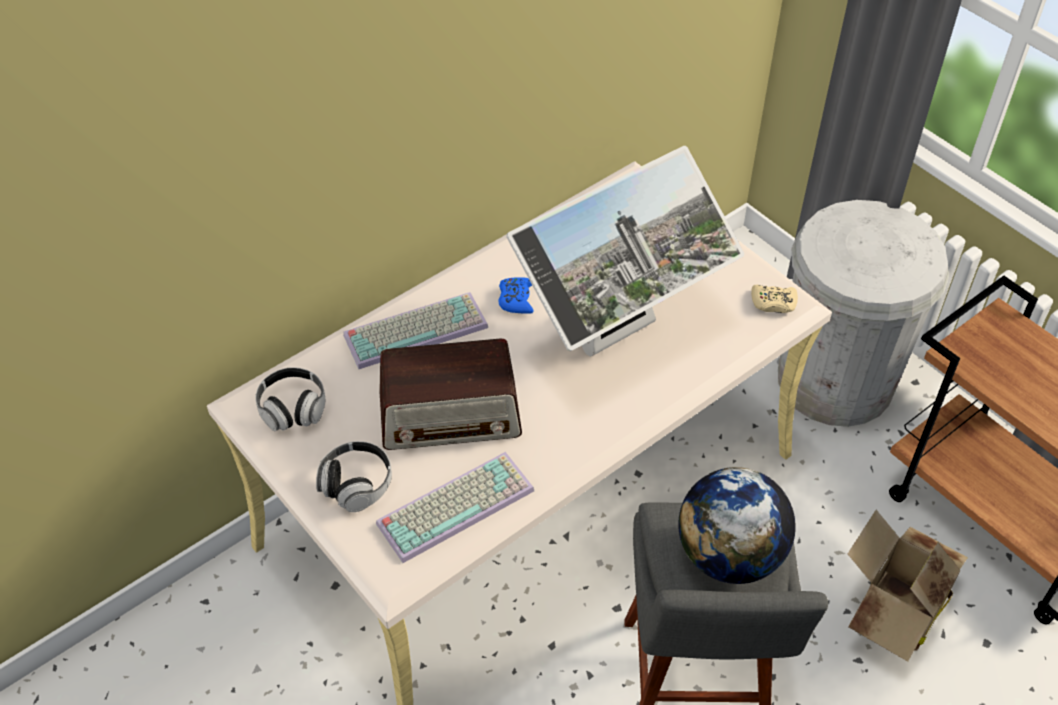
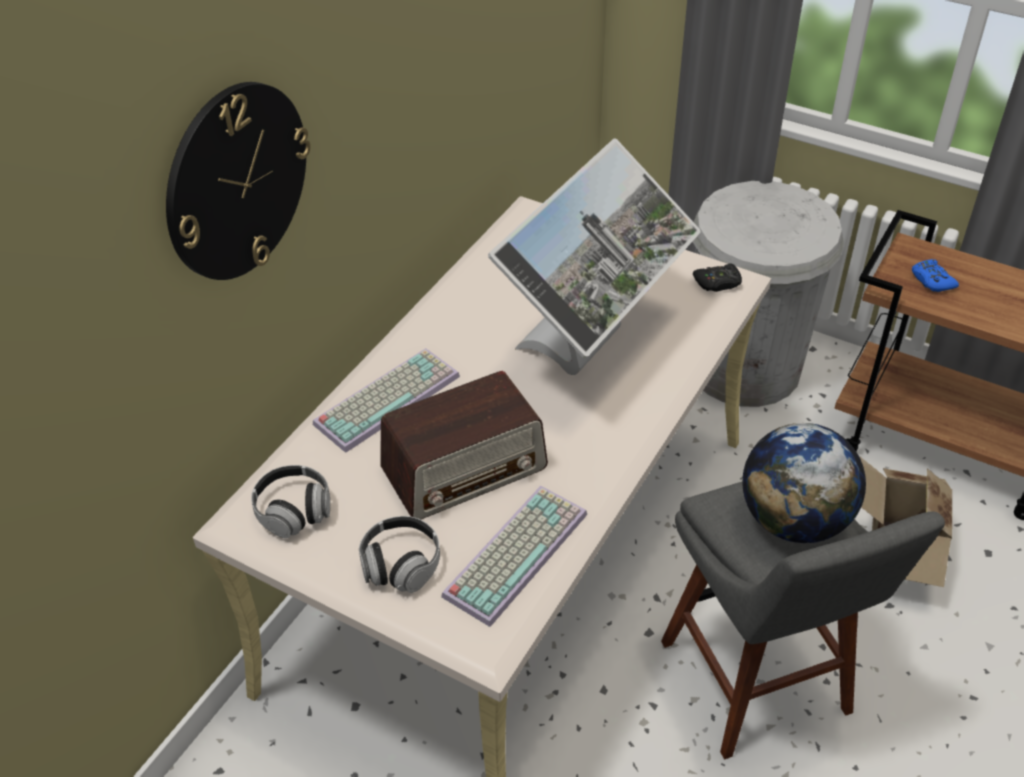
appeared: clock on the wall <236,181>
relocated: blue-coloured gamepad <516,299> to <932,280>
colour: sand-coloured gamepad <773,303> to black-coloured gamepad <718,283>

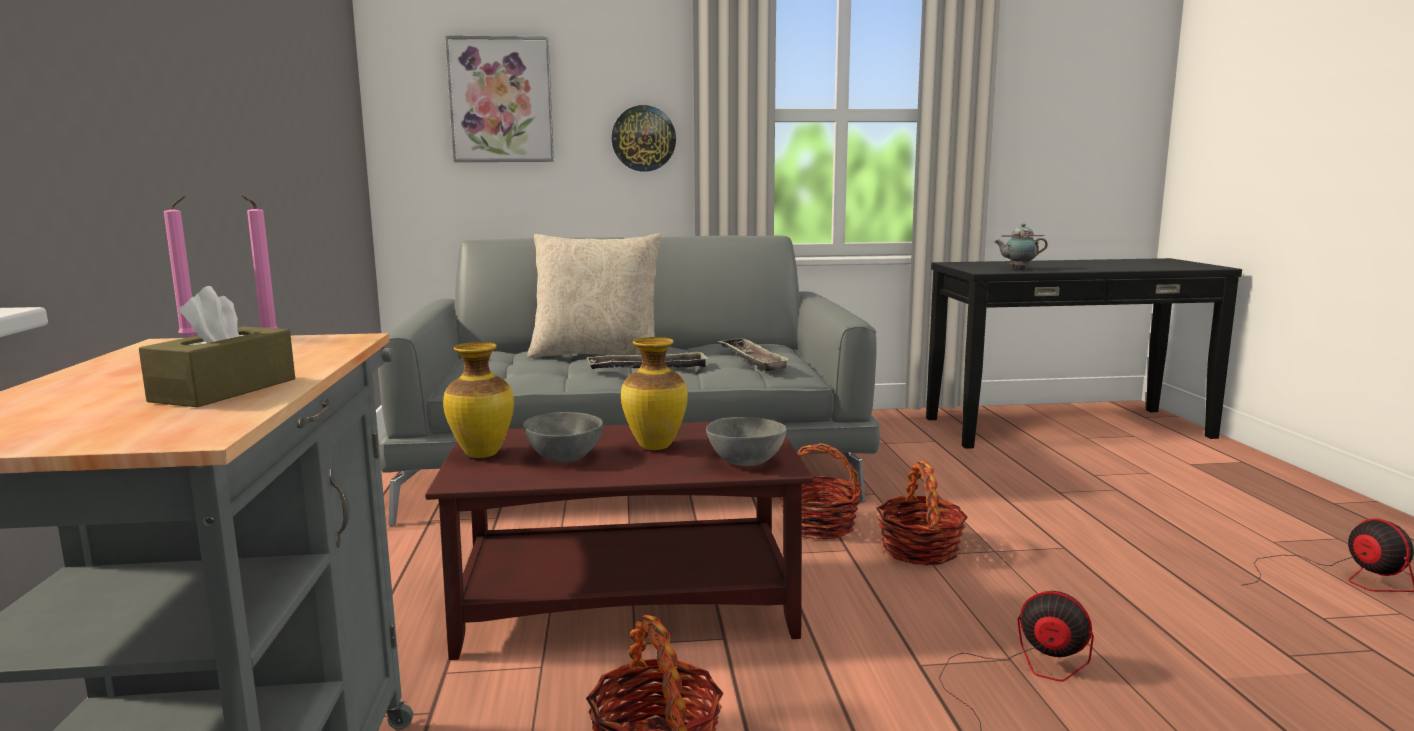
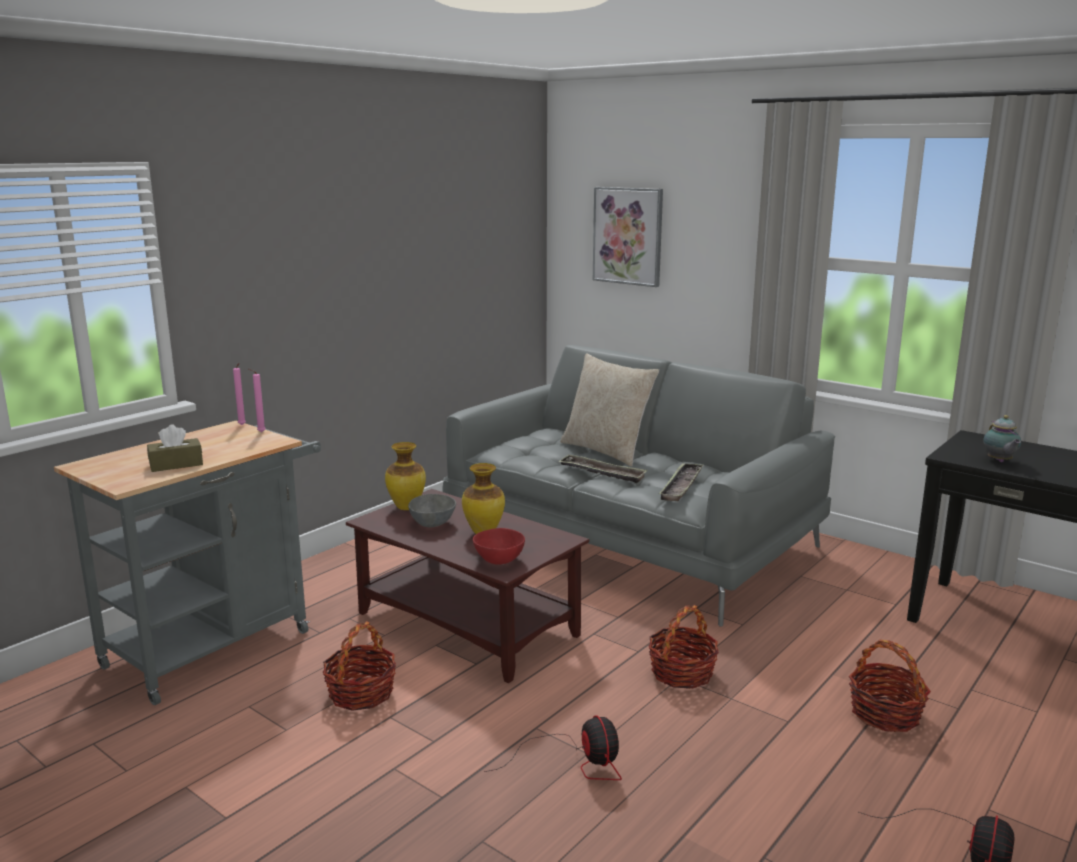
missing: clock on the wall <643,138>
relocated: basket <818,526> to <885,714>
colour: gray deep dish <746,463> to red-coloured deep dish <498,561>
spun: teapot <1018,269> = <999,461> 135 degrees counterclockwise

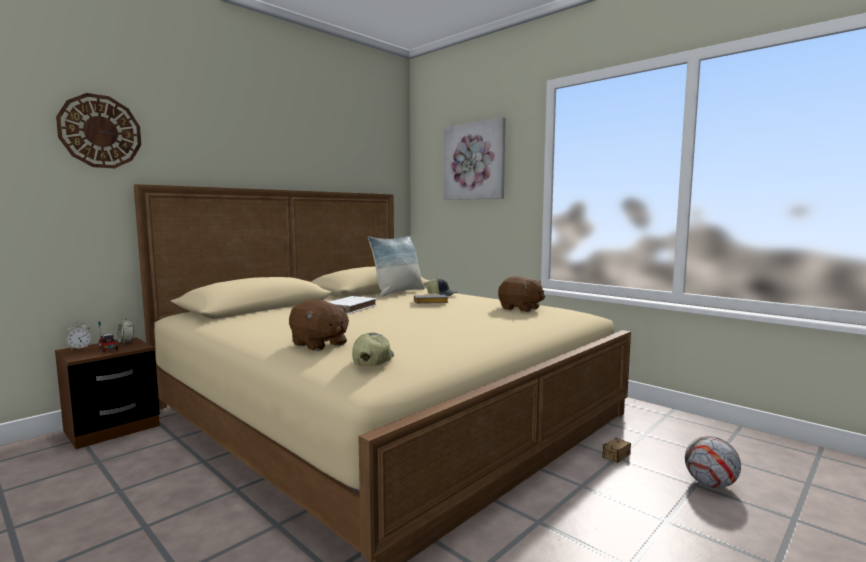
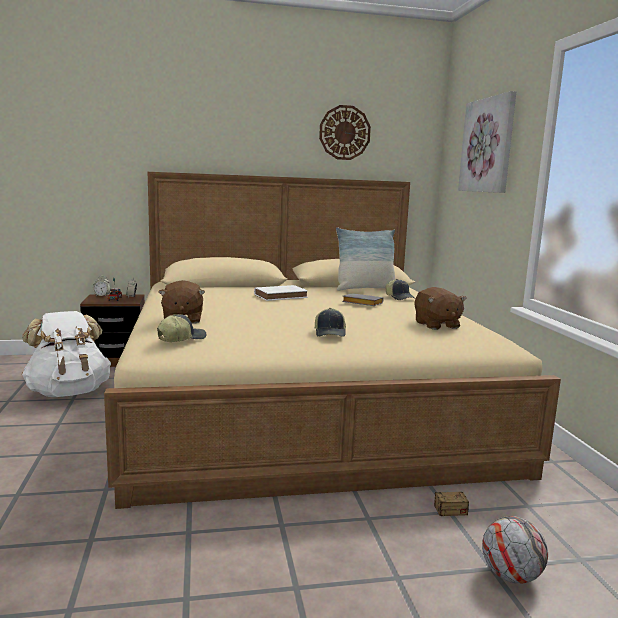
appeared: white rucksack <69,392>; baseball cap <330,333>
relocated: clock on the wall <100,131> to <344,132>

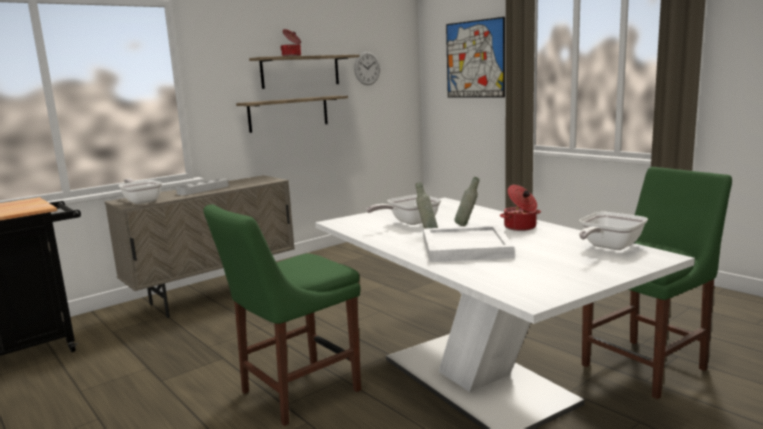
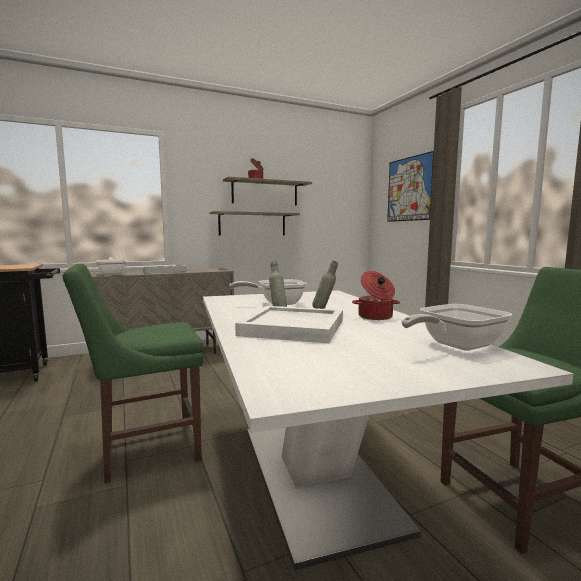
missing: clock on the wall <367,68>

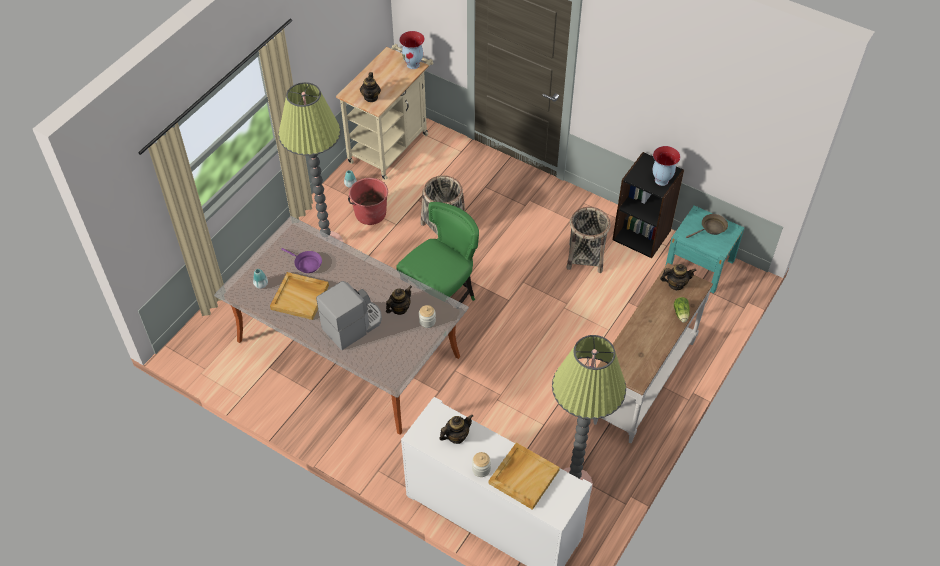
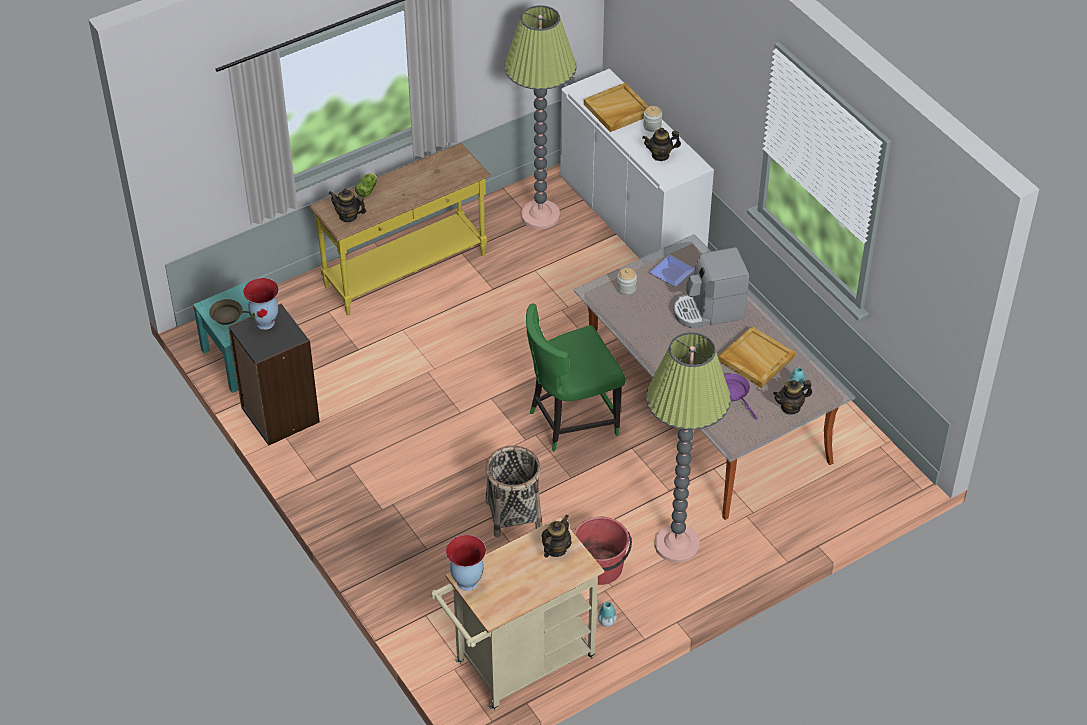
missing: basket <585,257>
appeared: dinner plate <670,272>
relocated: teapot <399,308> to <790,407>
colour: white hall table <643,381> to yellow hall table <406,272>

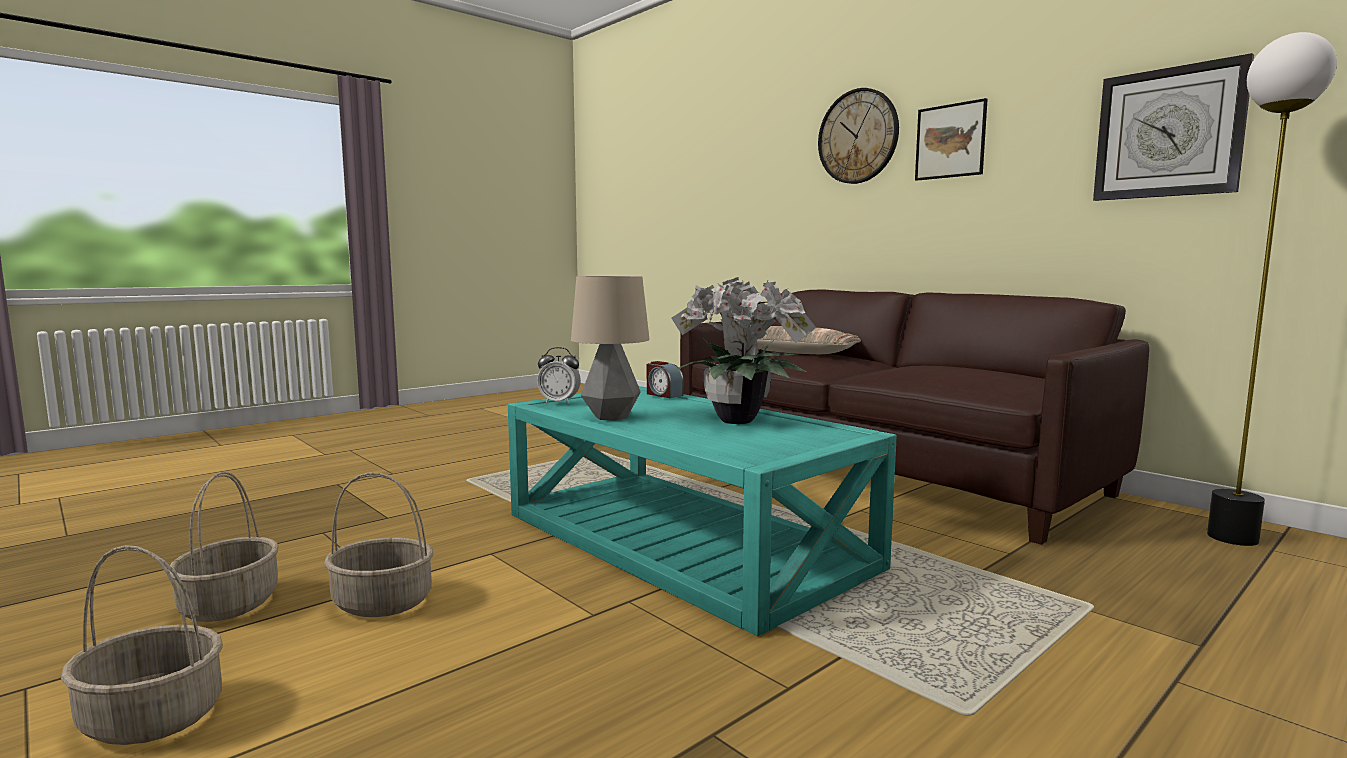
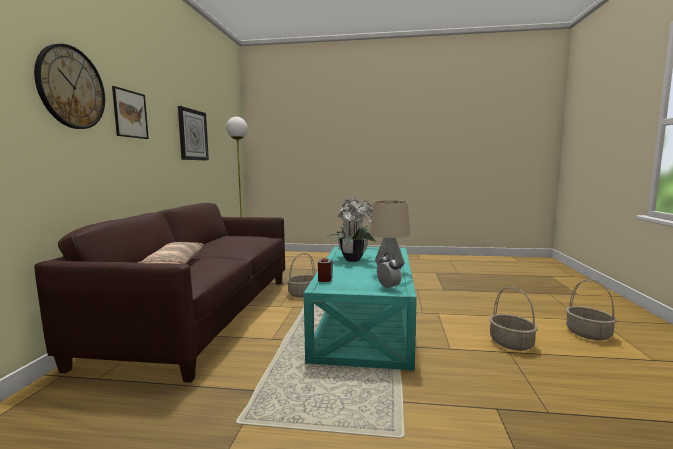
relocated: basket <230,605> to <303,294>

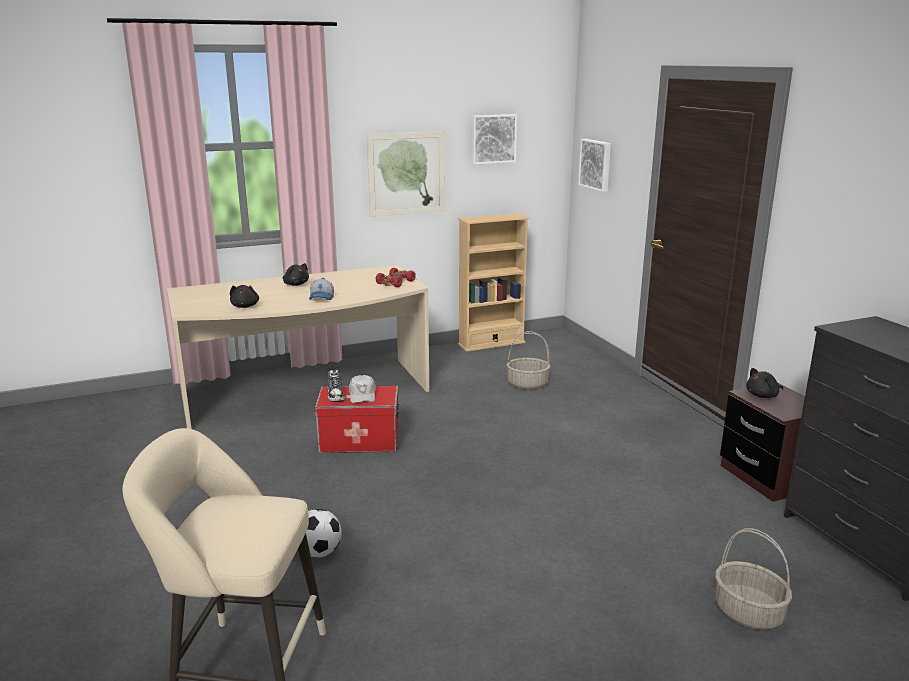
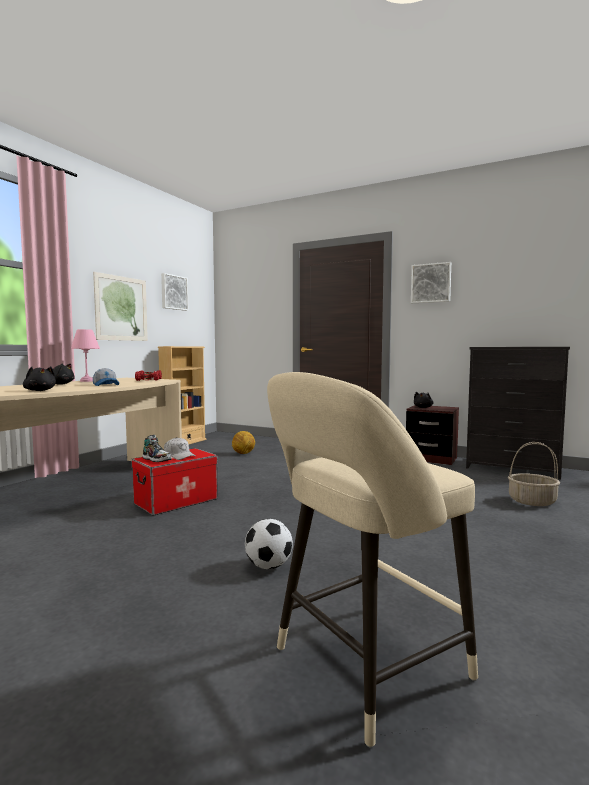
appeared: pink-coloured lamp for a table <86,381>
relocated: wall picture <596,164> to <431,283>
exchanged: basket <528,384> to ball for football <243,453>

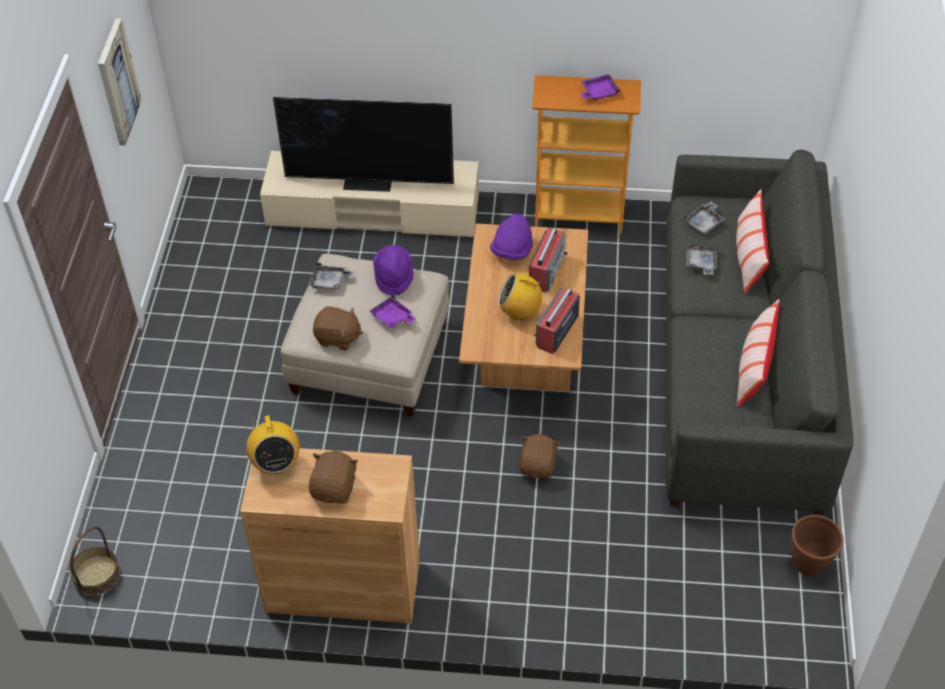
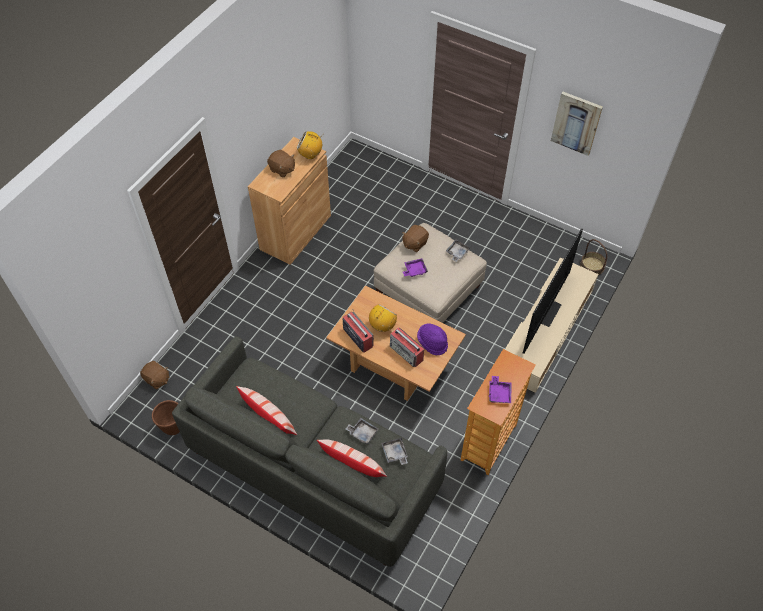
missing: purple wearable hat <393,277>
relocated: basket <97,575> to <592,266>; brown-coloured plush toy <538,466> to <157,379>

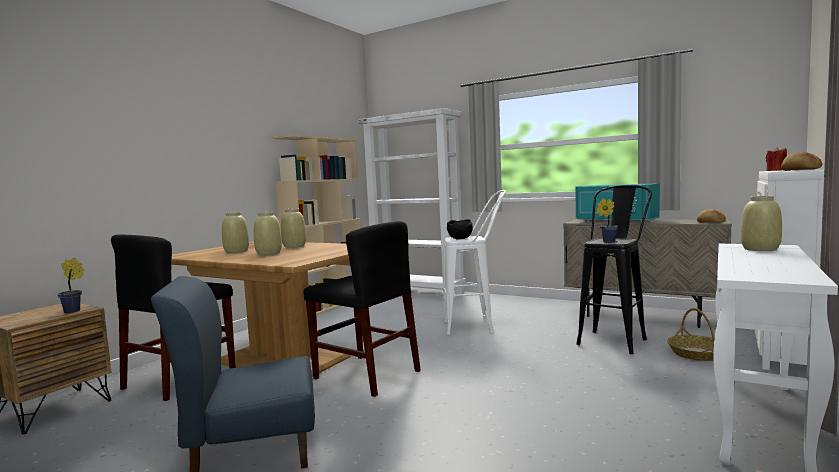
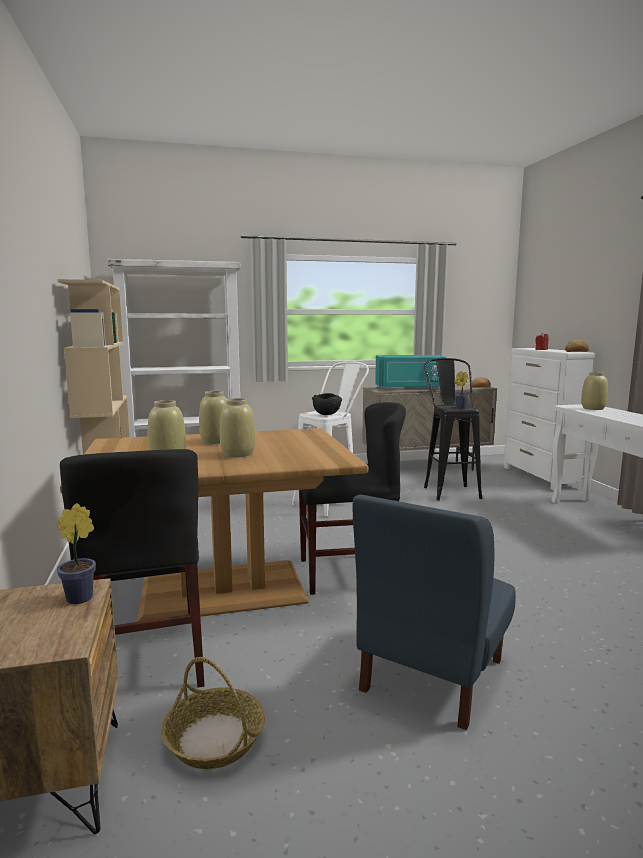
relocated: basket <696,354> to <214,739>

